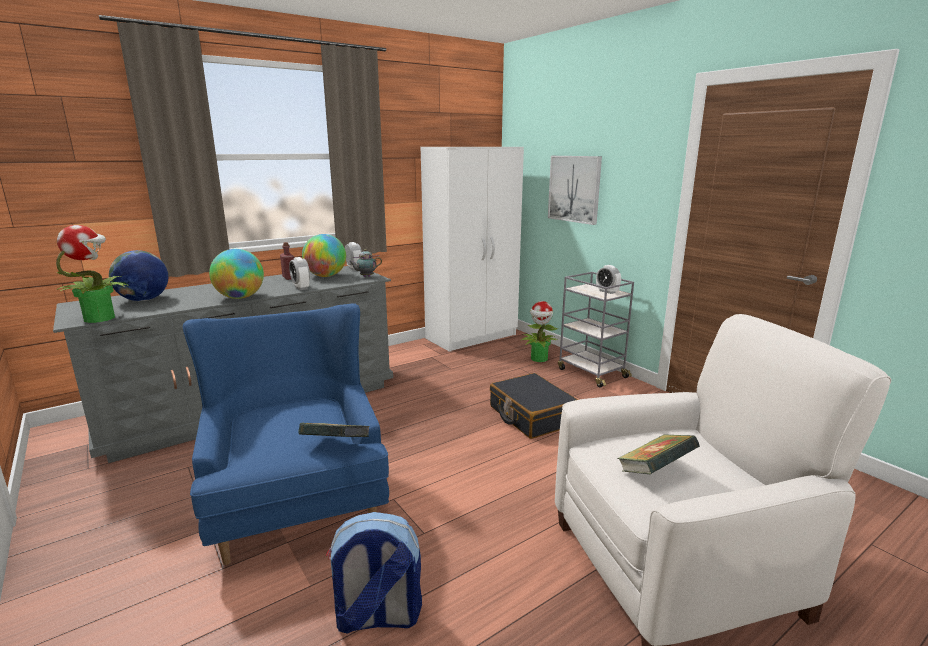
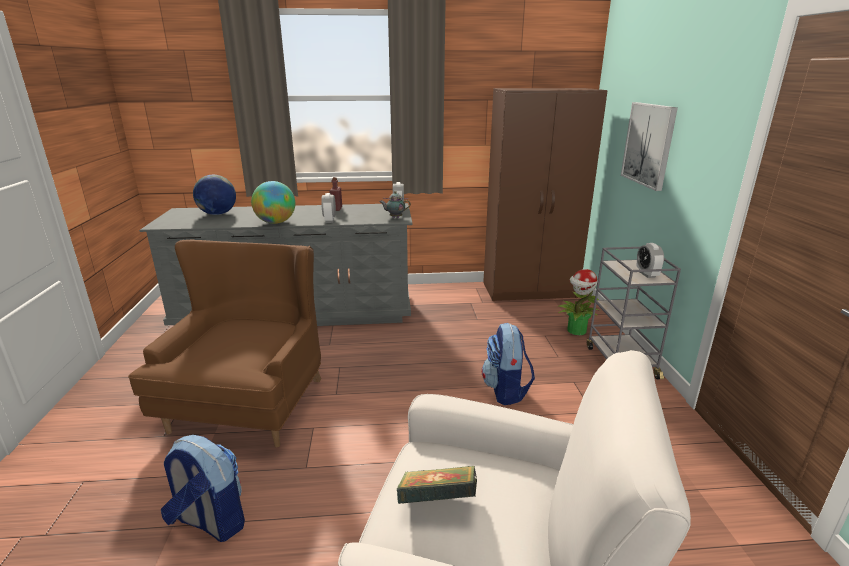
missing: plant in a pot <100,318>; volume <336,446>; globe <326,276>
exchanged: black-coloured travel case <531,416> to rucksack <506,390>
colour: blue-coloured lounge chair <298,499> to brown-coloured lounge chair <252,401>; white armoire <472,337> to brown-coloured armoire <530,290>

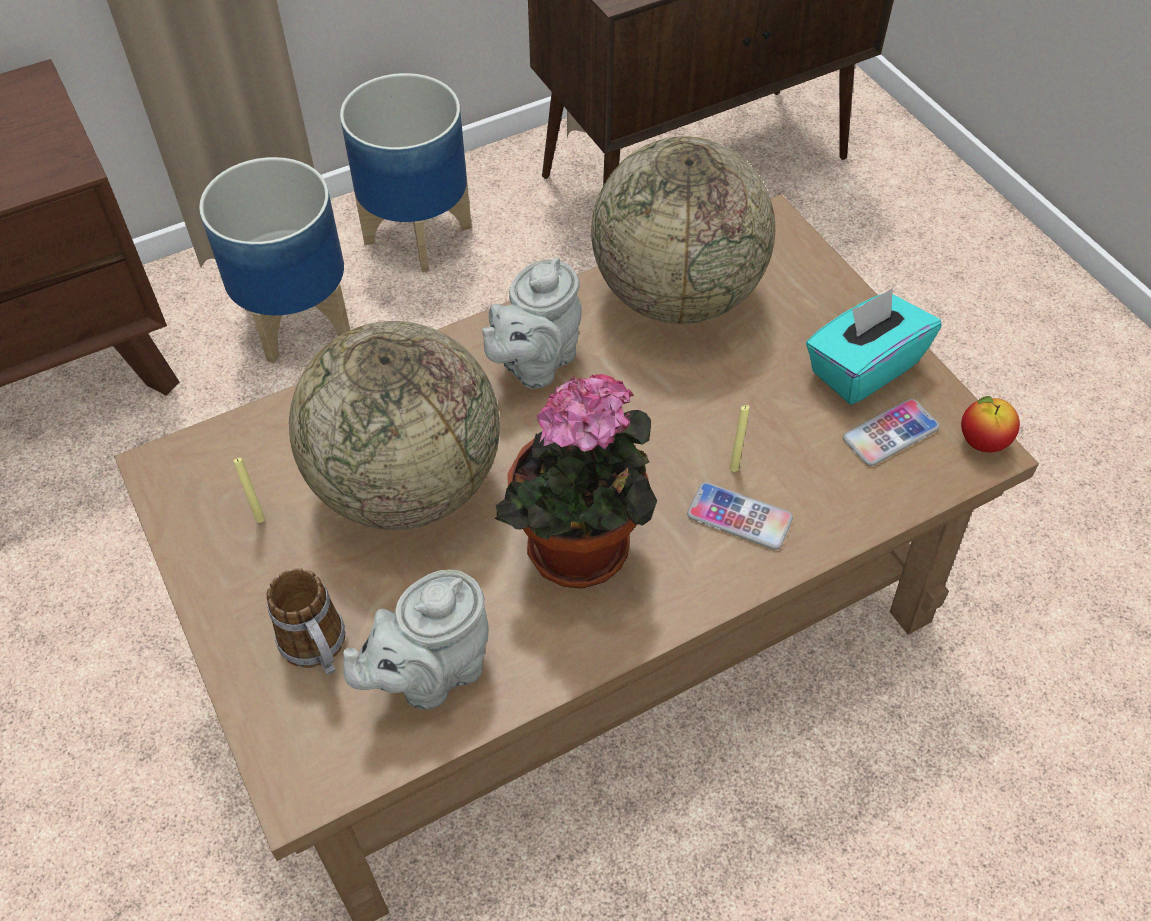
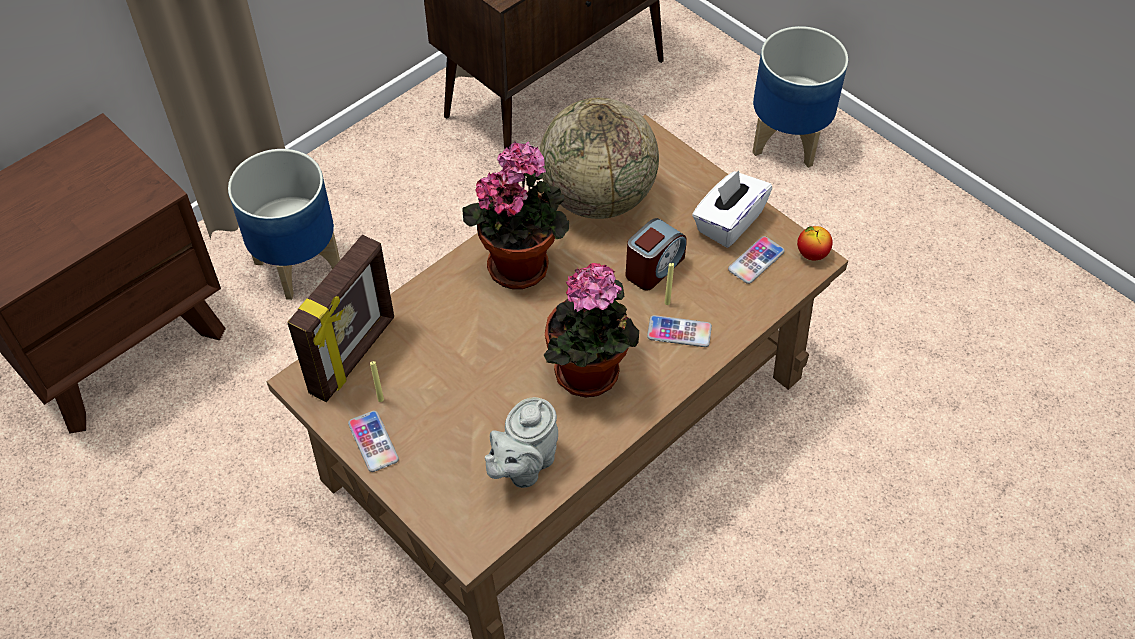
missing: mug <318,650>; globe <407,484>
appeared: standing frame <354,356>; phone <373,442>; alarm clock <654,267>
relocated: plant pot <416,234> to <786,140>
exchanged: gray teapot <535,363> to plant in a pot <521,262>
colour: turquoise box of tissues <862,368> to white box of tissues <728,222>

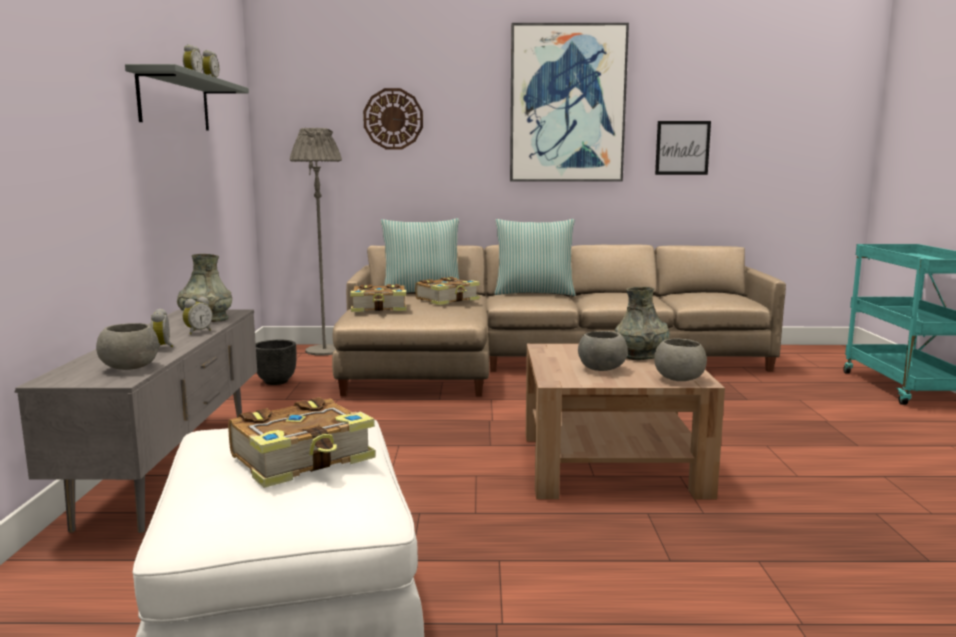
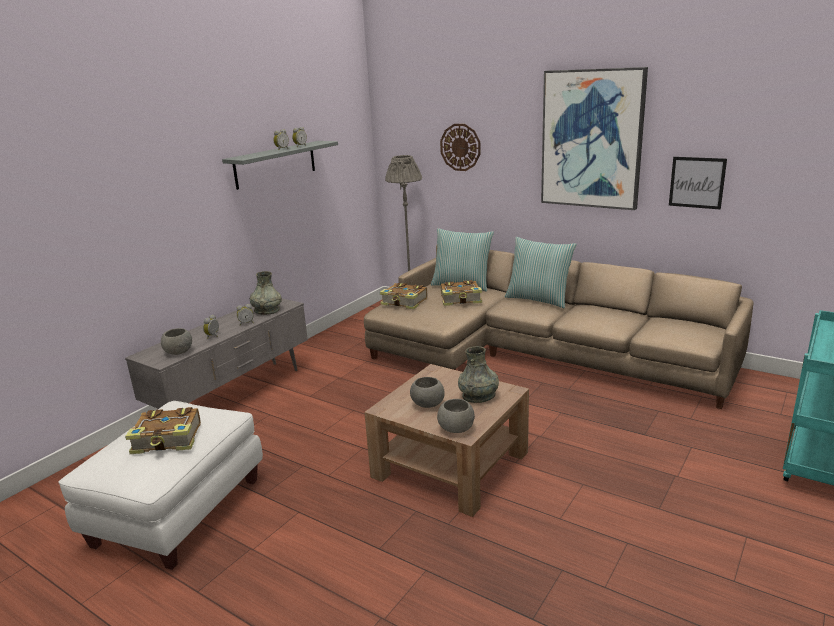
missing: black-coloured plant pot <276,381>

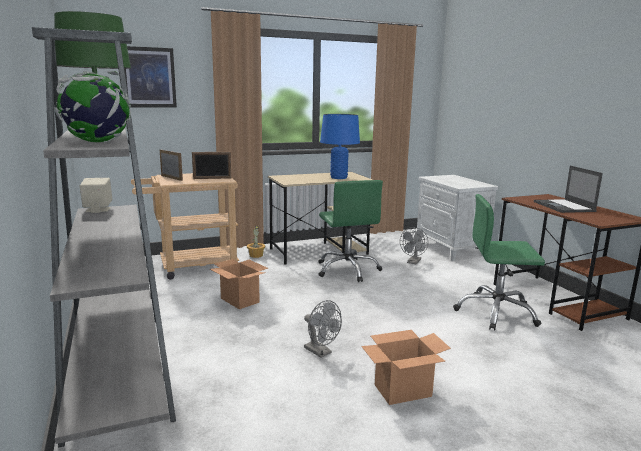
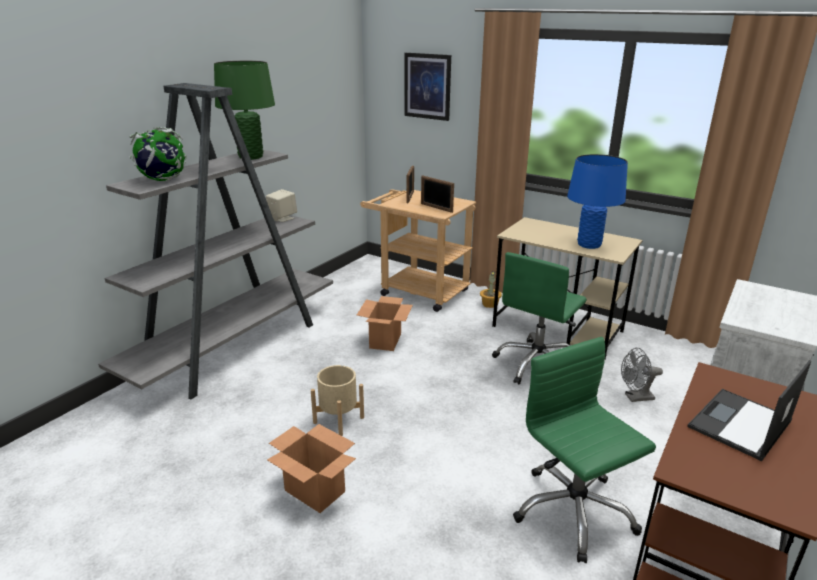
exchanged: gray cooling fan <321,352> to sand-coloured plant pot <338,420>

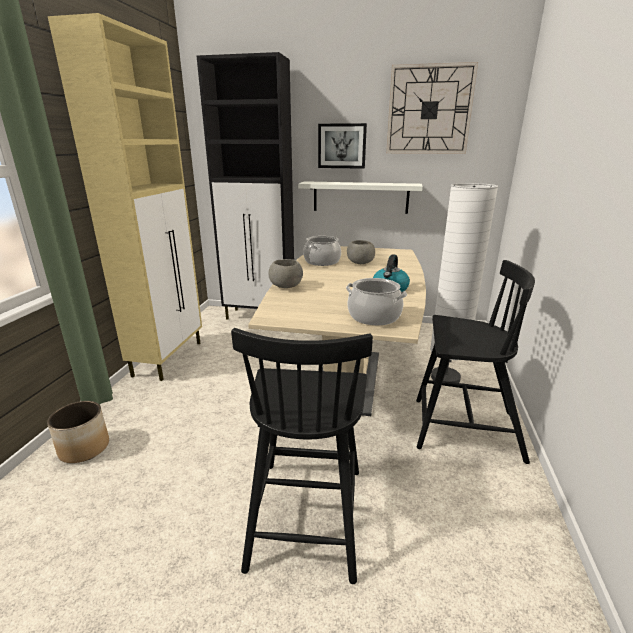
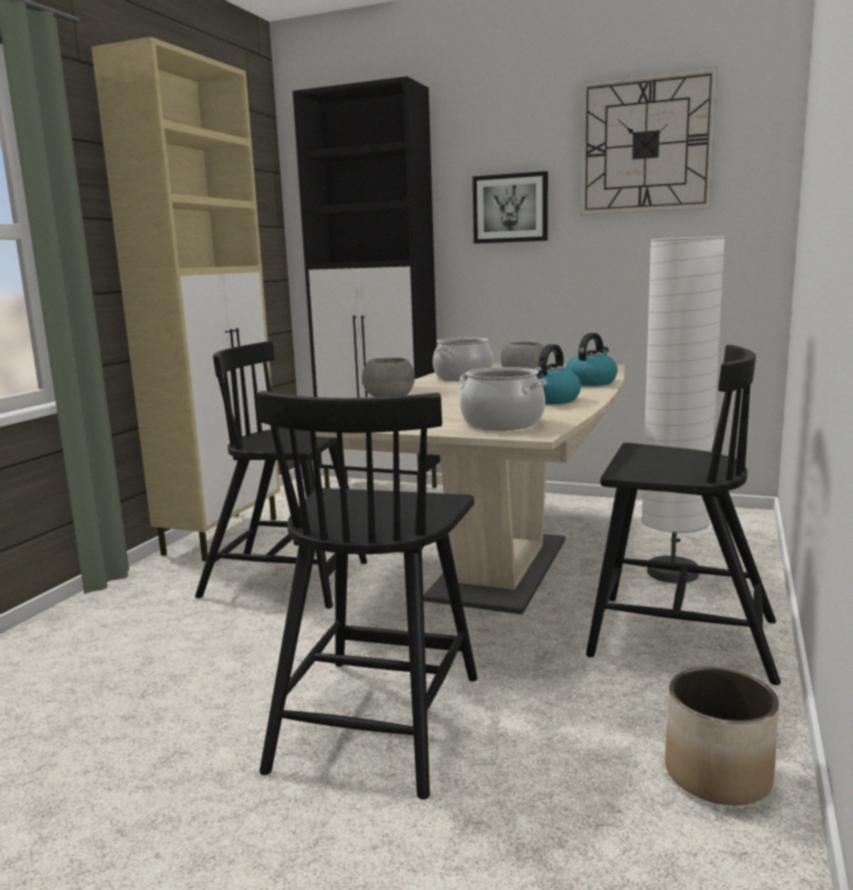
missing: white wall shelf <360,197>
appeared: black-coloured plain chair <288,580>; kettle <590,382>
relocated: plant pot <85,448> to <718,775>

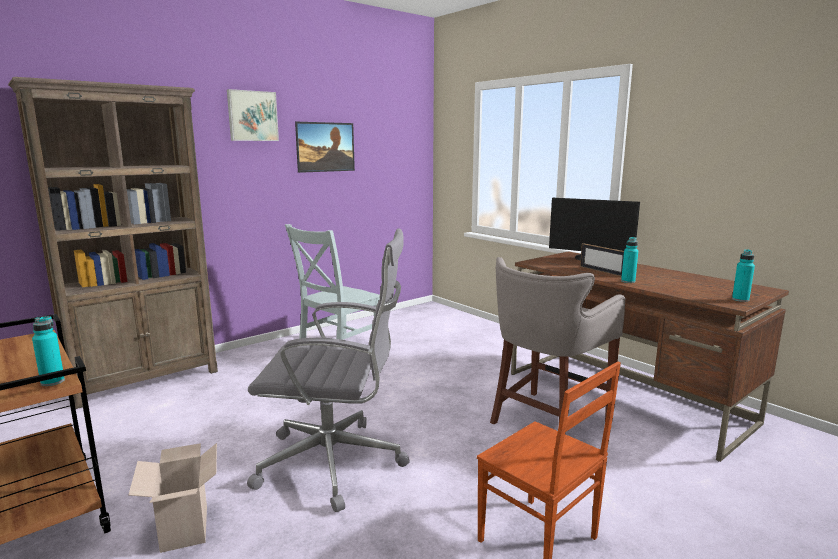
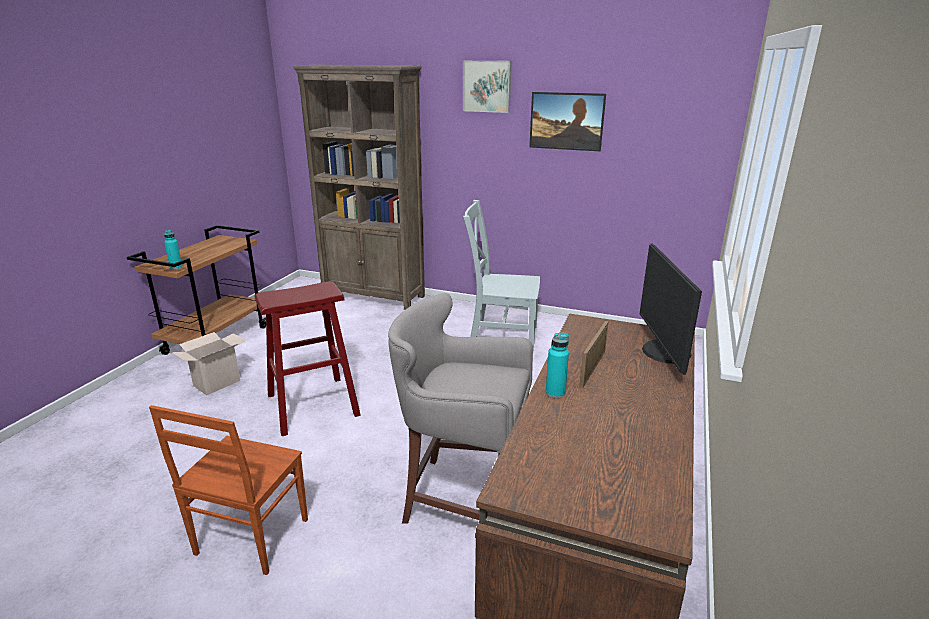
missing: turquoise drink bottle <740,299>
exchanged: gray computer chair <335,463> to red-coloured sitting stool <312,405>

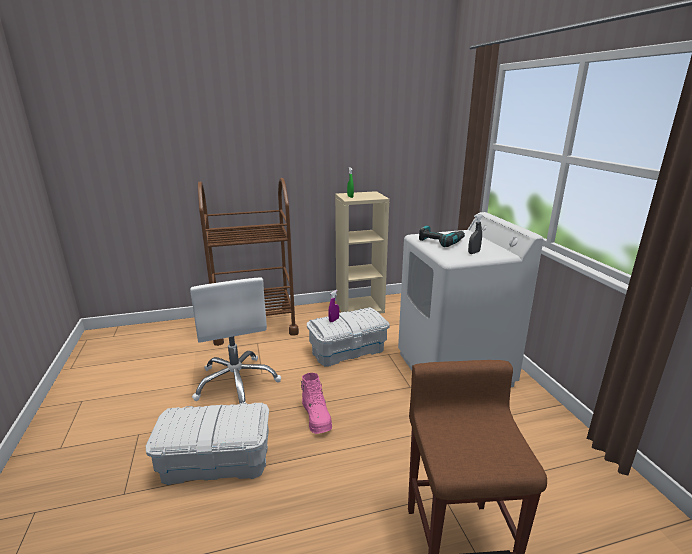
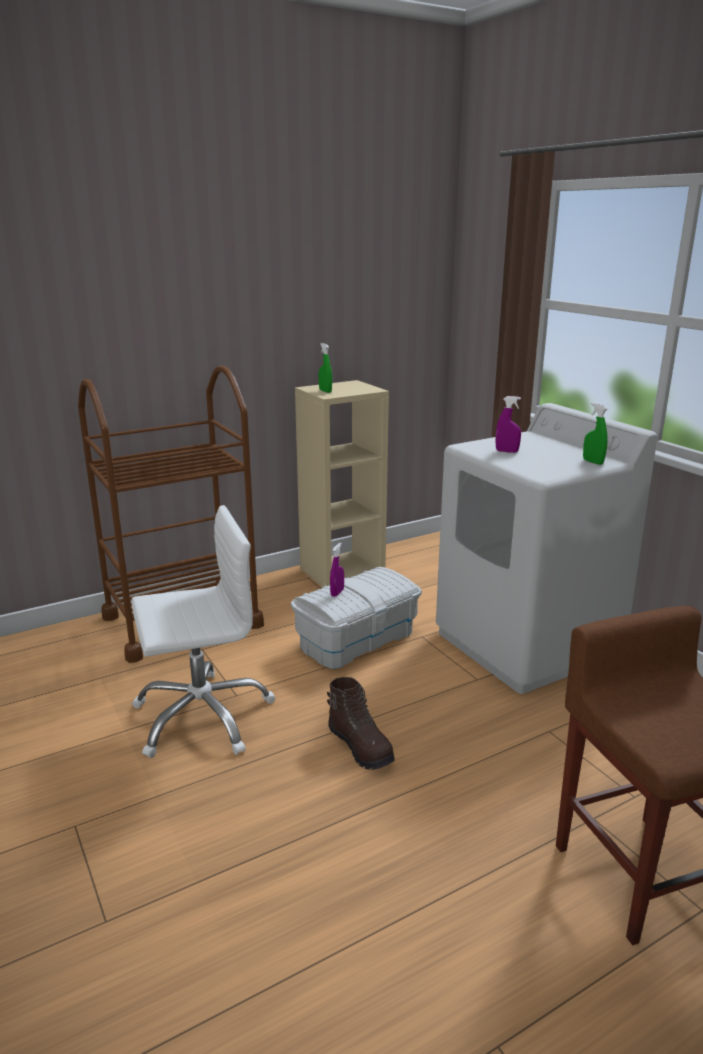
missing: white storage bin <215,461>; gray spray bottle <474,252>
appeared: green spray bottle <593,462>
exchanged: drill <441,241> to purple spray bottle <506,451>
colour: pink-coloured high-top boot <317,417> to brown-coloured high-top boot <361,746>
spun: white computer chair <237,382> = <202,716> 75 degrees counterclockwise

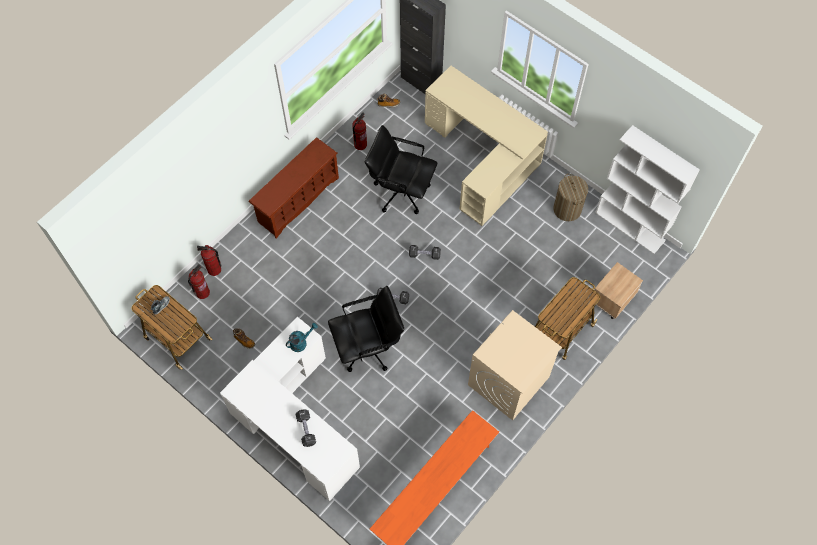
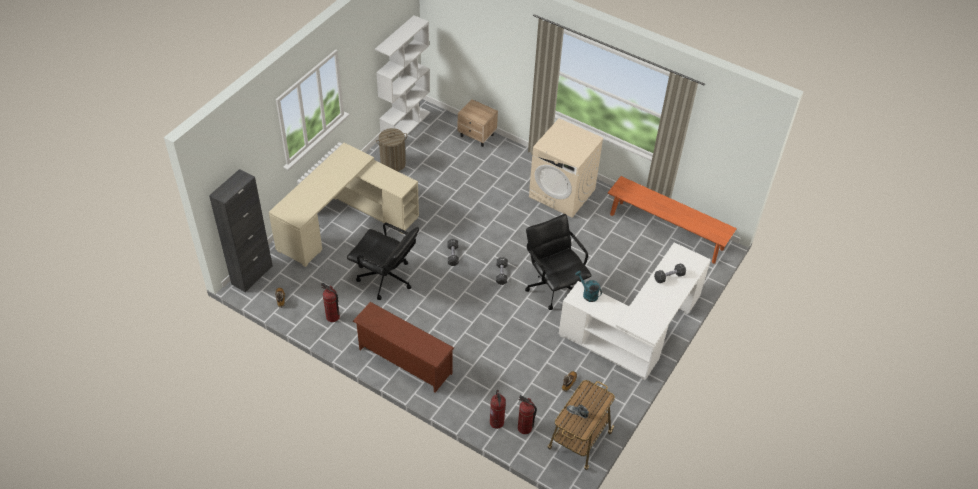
missing: trolley <561,331>
spun: black-coloured computer chair <401,191> = <386,279> 75 degrees counterclockwise

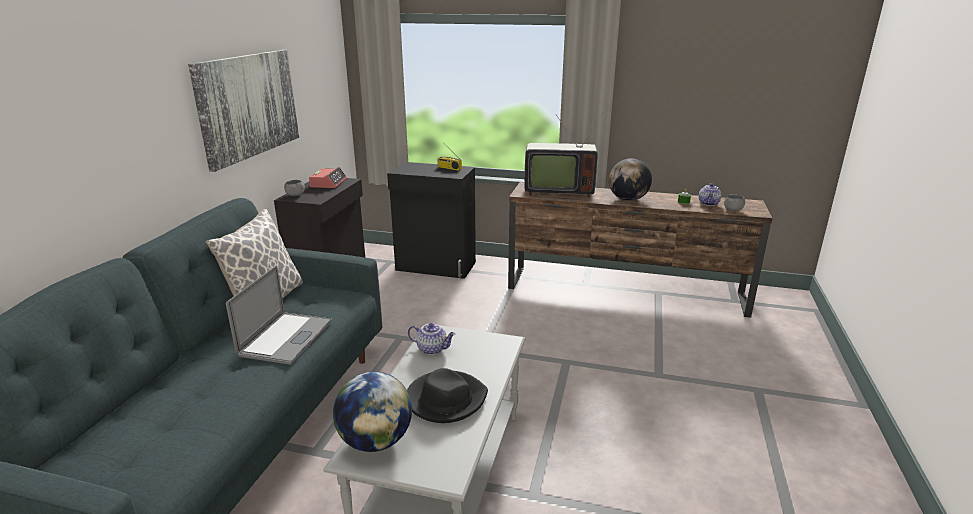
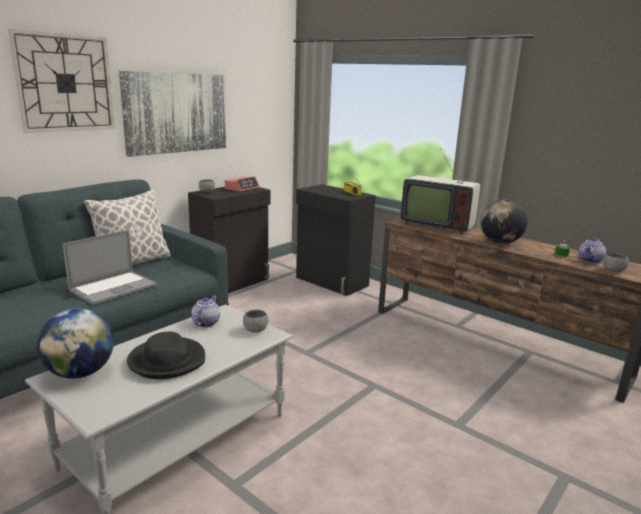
appeared: clock on the wall <65,83>; gray deep dish <255,330>
spun: teapot <432,349> = <205,323> 120 degrees counterclockwise

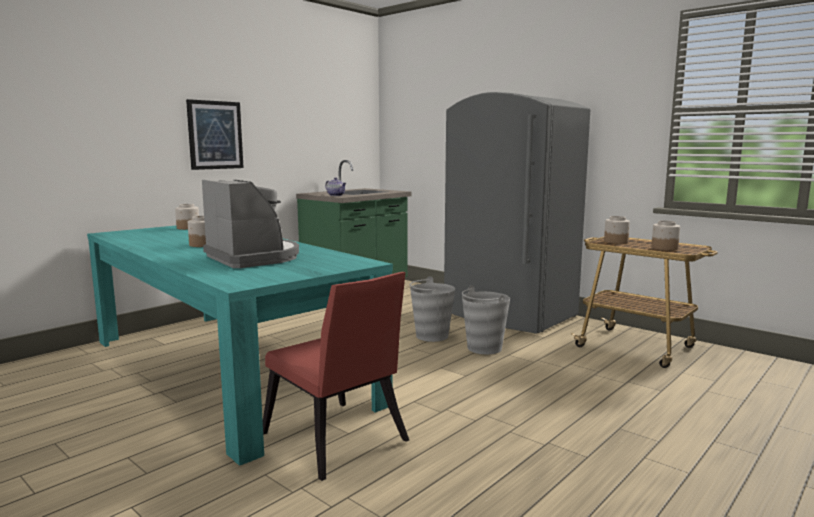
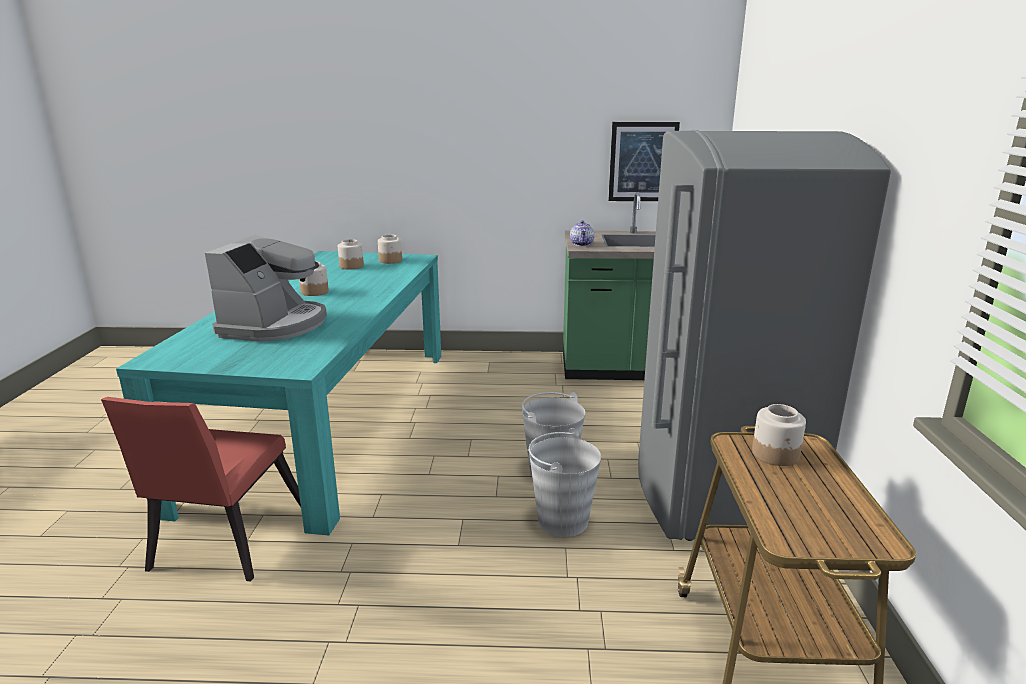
relocated: wall picture <215,135> to <642,162>; jar <664,248> to <351,266>

